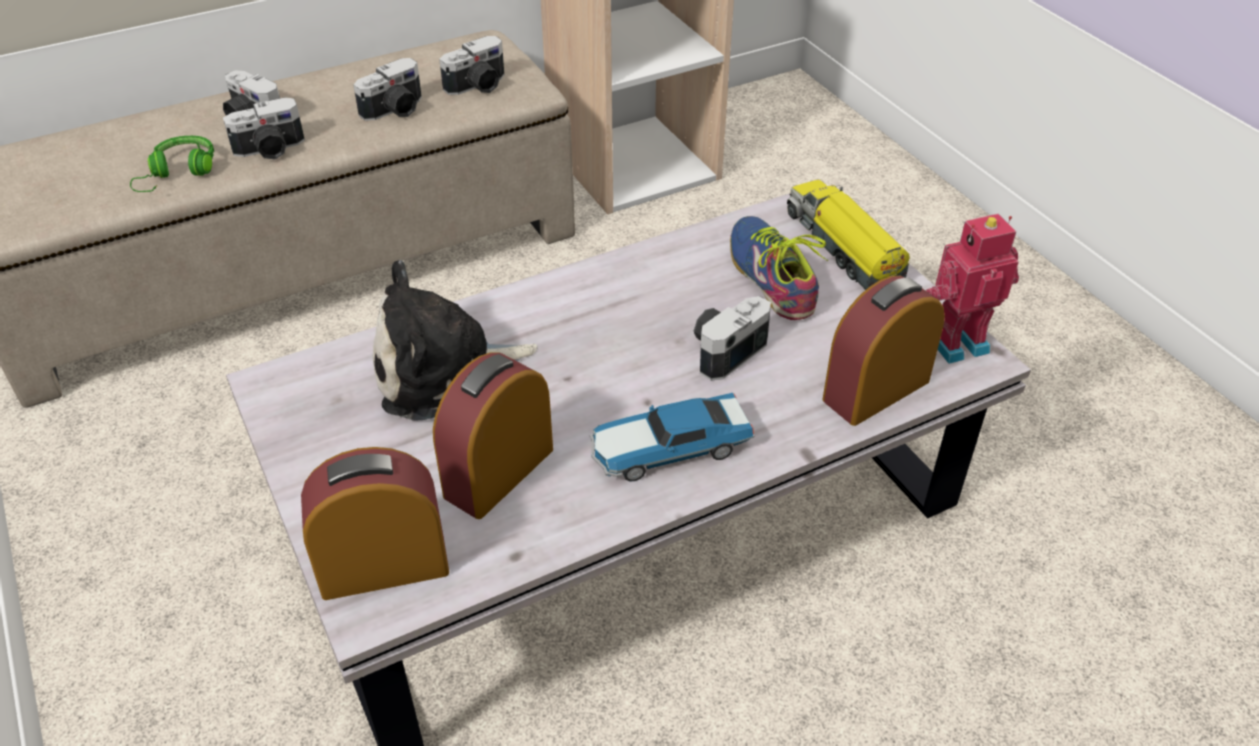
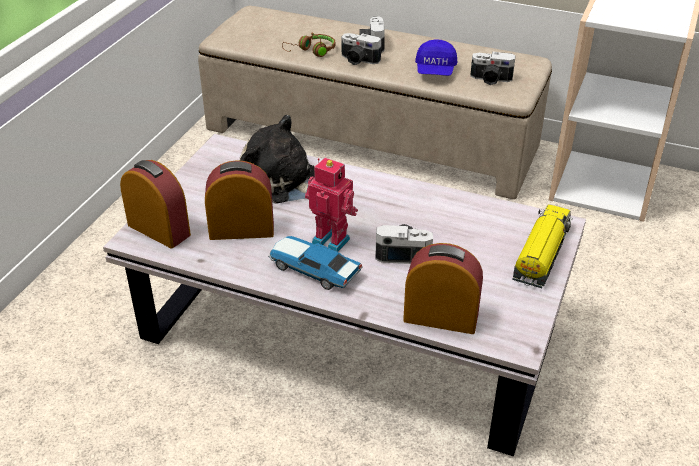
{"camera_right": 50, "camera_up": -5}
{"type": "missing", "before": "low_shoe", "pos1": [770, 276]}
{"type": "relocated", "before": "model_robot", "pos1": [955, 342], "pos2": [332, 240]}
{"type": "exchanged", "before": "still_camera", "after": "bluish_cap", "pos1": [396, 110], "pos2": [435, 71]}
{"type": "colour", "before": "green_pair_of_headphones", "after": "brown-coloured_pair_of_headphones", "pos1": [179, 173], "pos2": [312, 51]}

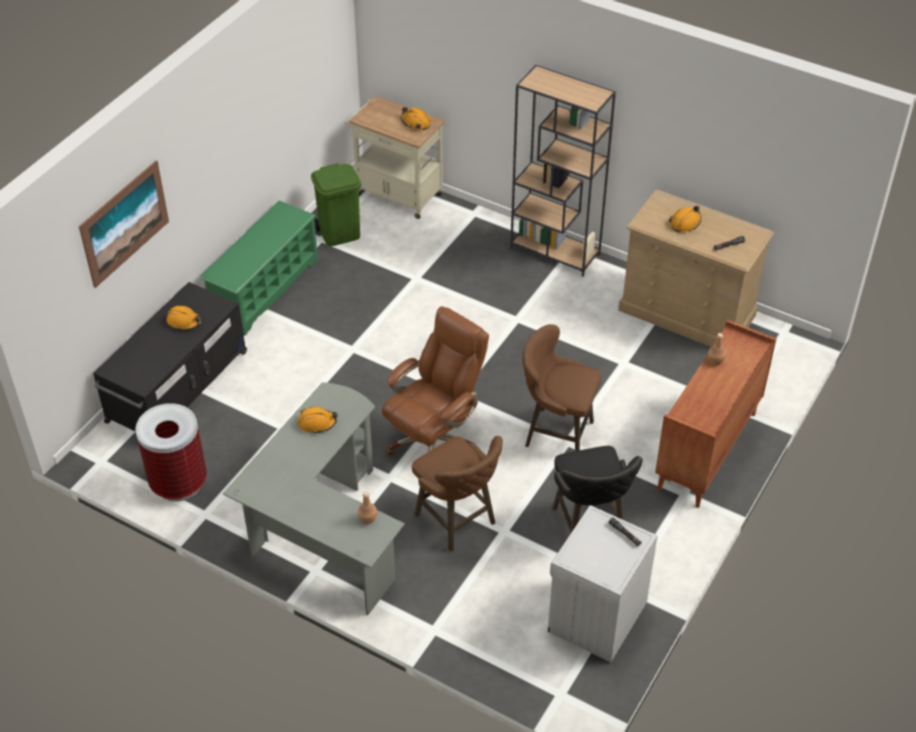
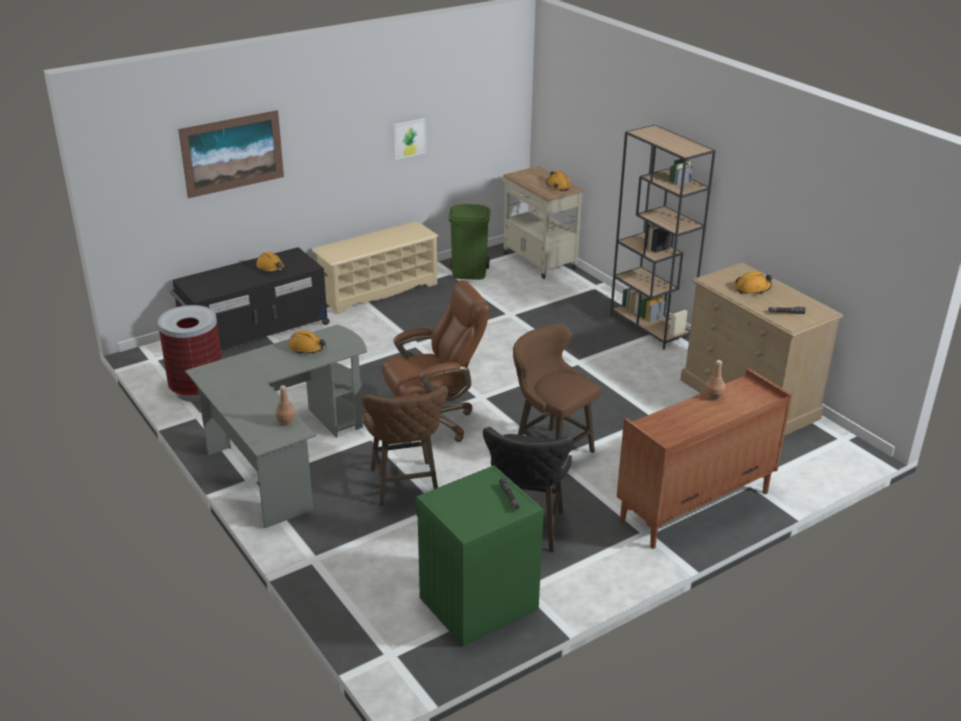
{"camera_right": 25, "camera_up": -15}
{"type": "appeared", "after": "wall_picture", "pos2": [409, 138]}
{"type": "colour", "before": "green_shoe_rack", "after": "beige-coloured_shoe_rack", "pos1": [264, 289], "pos2": [378, 291]}
{"type": "colour", "before": "white-coloured_laundry_machine", "after": "green_laundry_machine", "pos1": [595, 616], "pos2": [476, 602]}

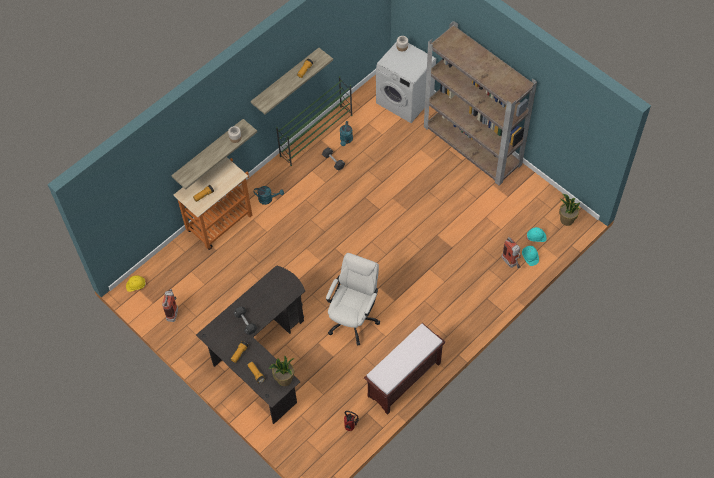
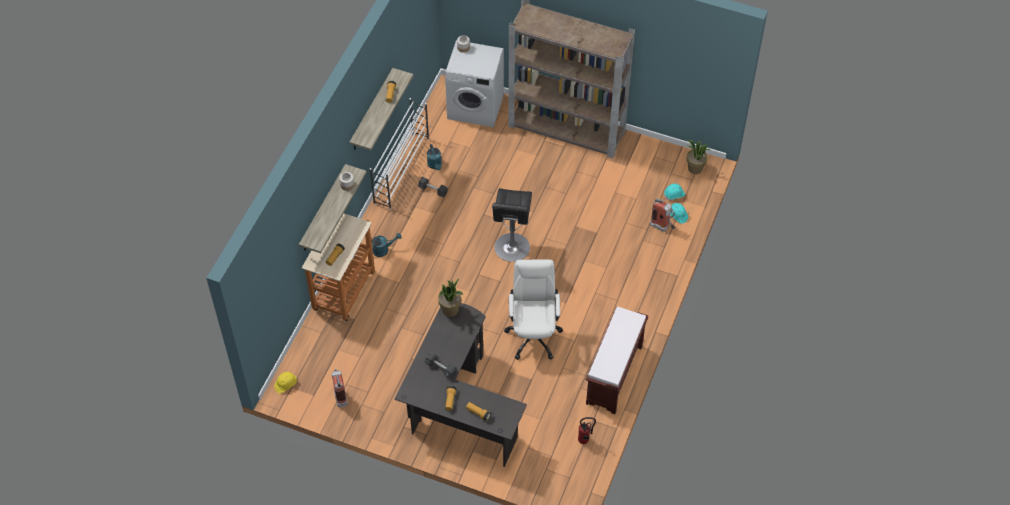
{"camera_right": -25, "camera_up": -5}
{"type": "appeared", "after": "black_stool_seat", "pos2": [512, 249]}
{"type": "relocated", "before": "potted_plant", "pos1": [284, 379], "pos2": [450, 310]}
{"type": "colour", "before": "green_shoe_rack", "after": "white-coloured_shoe_rack", "pos1": [316, 135], "pos2": [402, 170]}

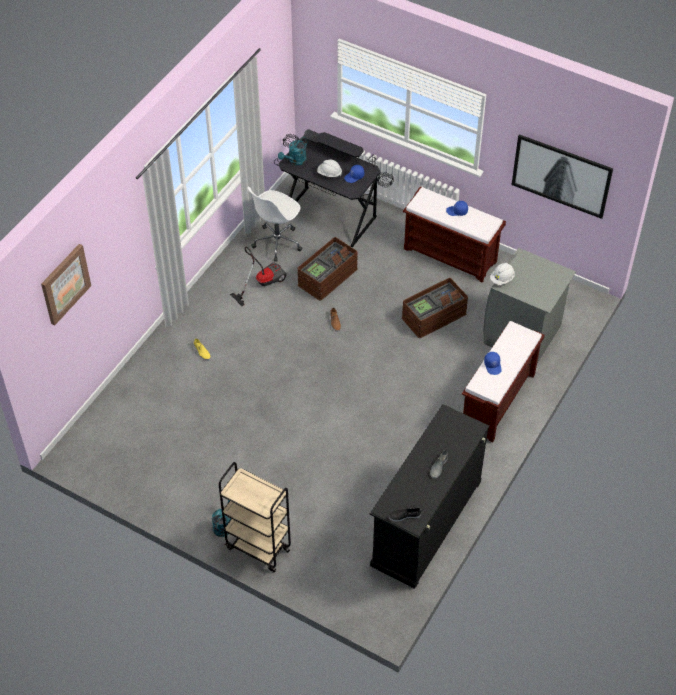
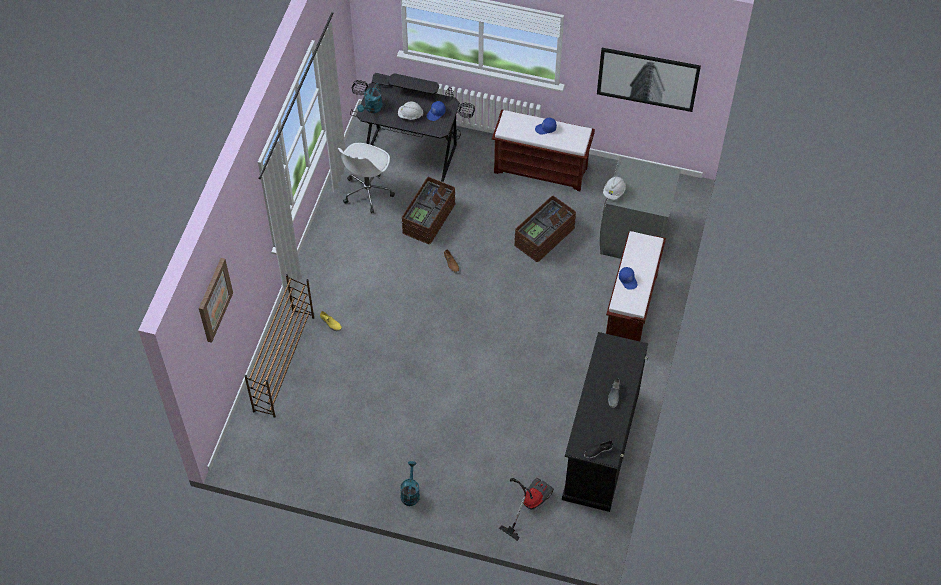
{"camera_right": -15, "camera_up": 5}
{"type": "missing", "before": "beige-coloured_cart", "pos1": [257, 550]}
{"type": "appeared", "after": "brown-coloured_shoe_rack", "pos2": [284, 363]}
{"type": "relocated", "before": "hoover", "pos1": [262, 283], "pos2": [528, 504]}

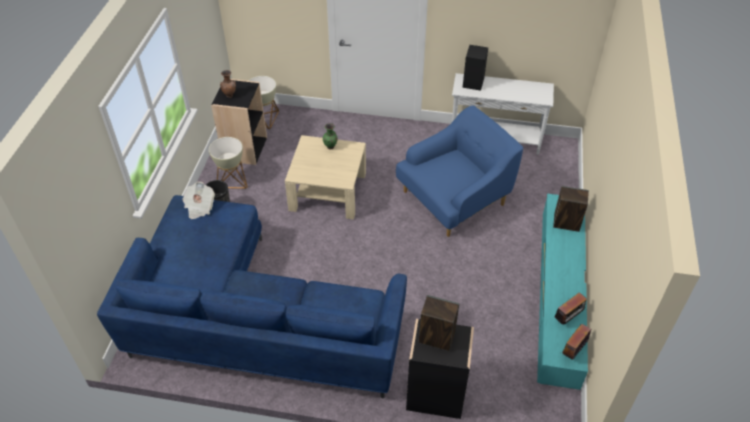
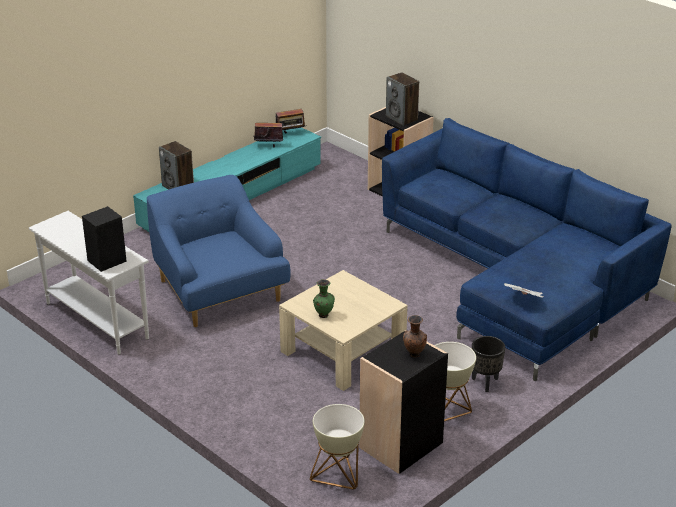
{"camera_right": -145, "camera_up": -15}
{"type": "spun", "before": "bluish_easy_chair", "pos1": [454, 198], "pos2": [218, 290], "turn": 60}

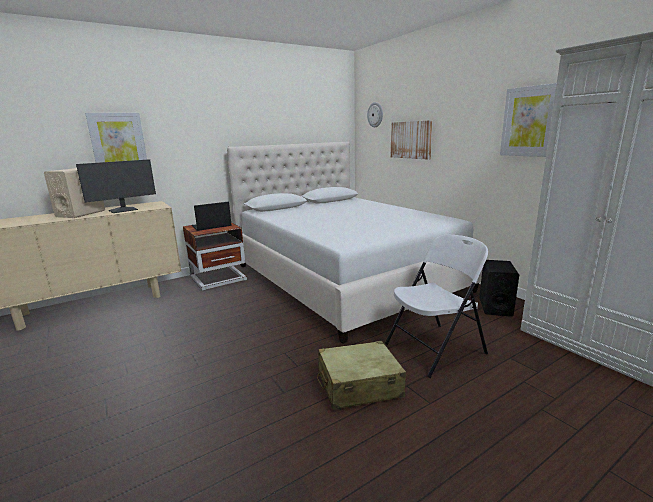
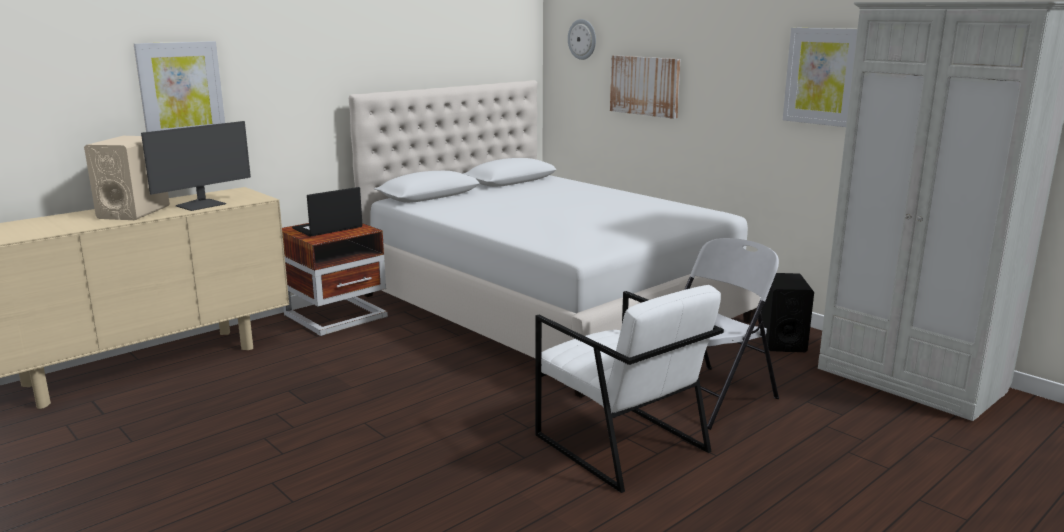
{"camera_right": -10, "camera_up": 0}
{"type": "exchanged", "before": "beige-coloured_travel_case", "after": "white-coloured_easy_chair", "pos1": [359, 385], "pos2": [621, 443]}

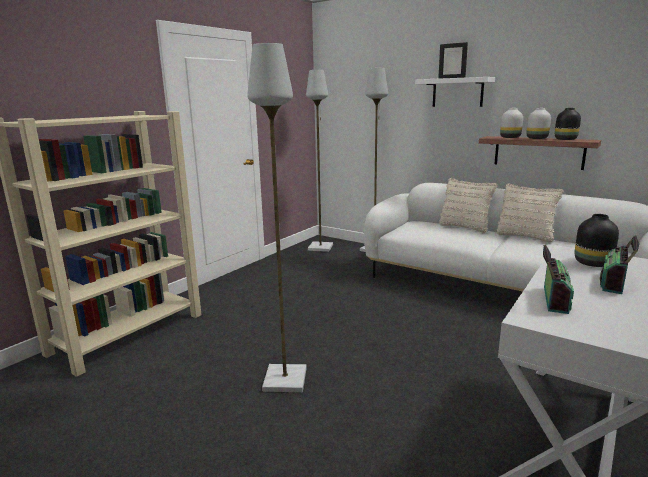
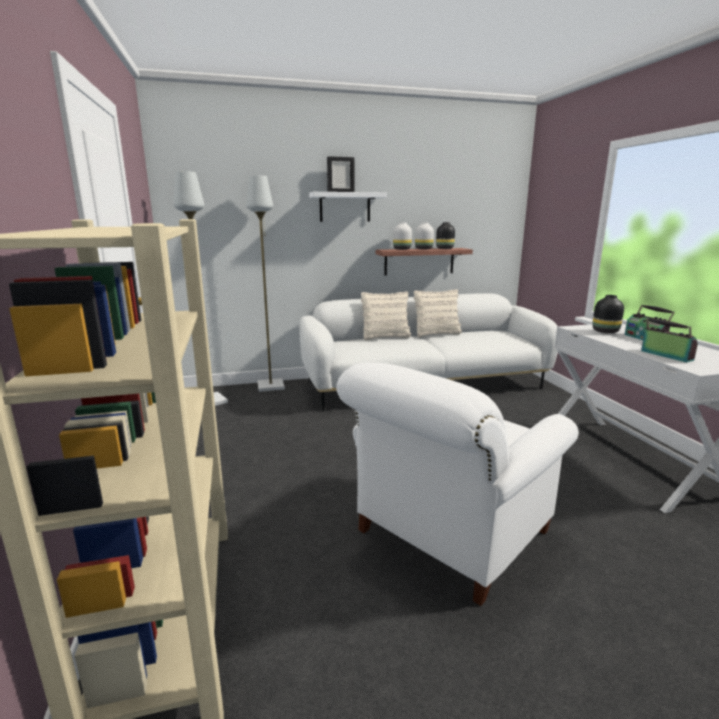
{"camera_right": -50, "camera_up": 0}
{"type": "exchanged", "before": "greyish_standing_lamp", "after": "white-coloured_easy_chair", "pos1": [284, 379], "pos2": [447, 534]}

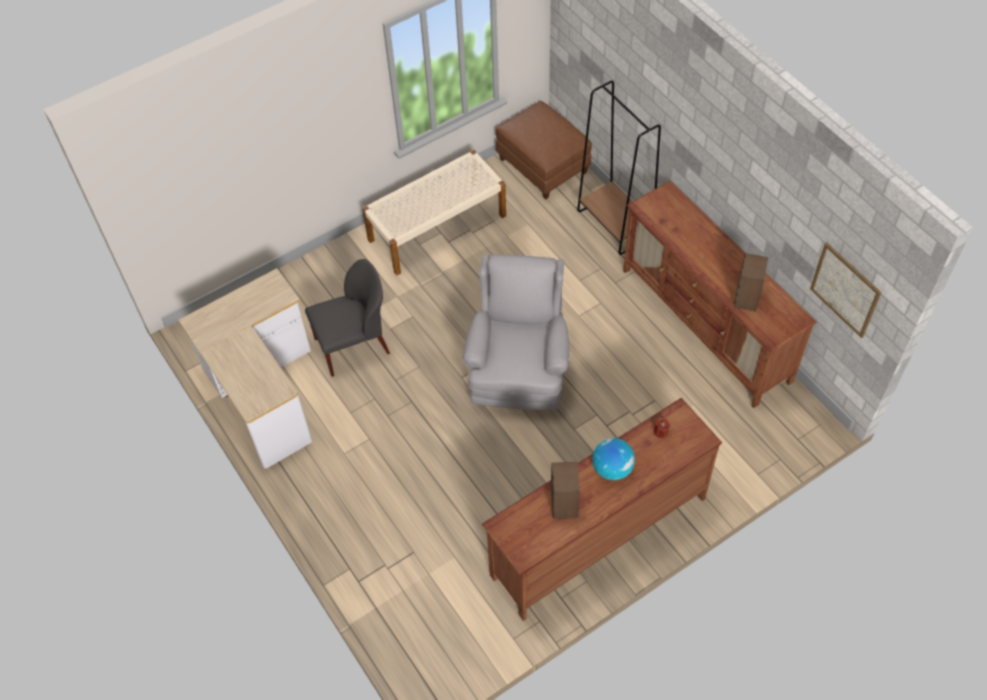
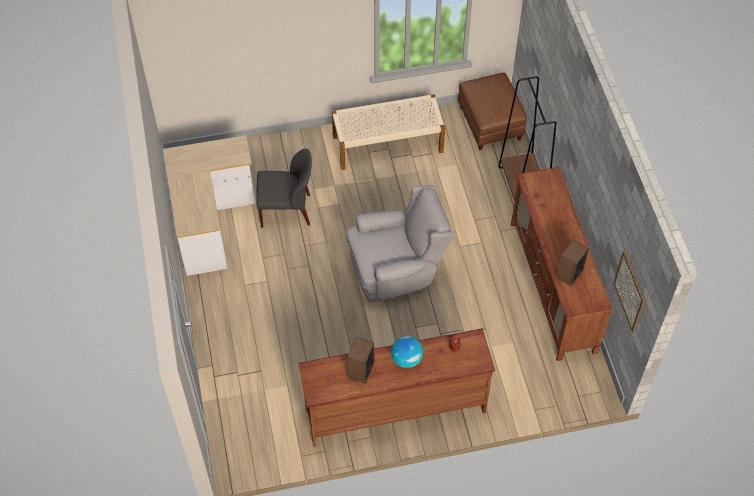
{"camera_right": 20, "camera_up": 0}
{"type": "spun", "before": "greyish_easy_chair", "pos1": [519, 369], "pos2": [396, 270], "turn": 45}

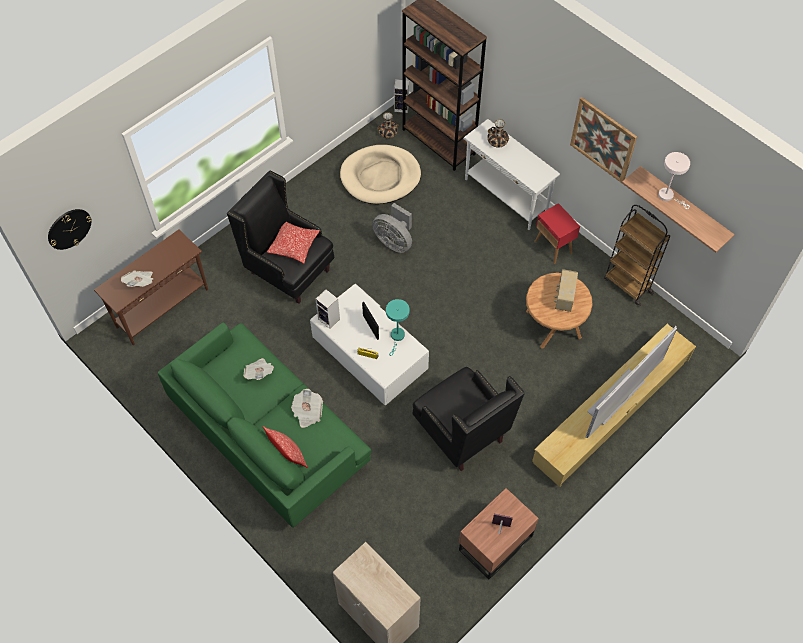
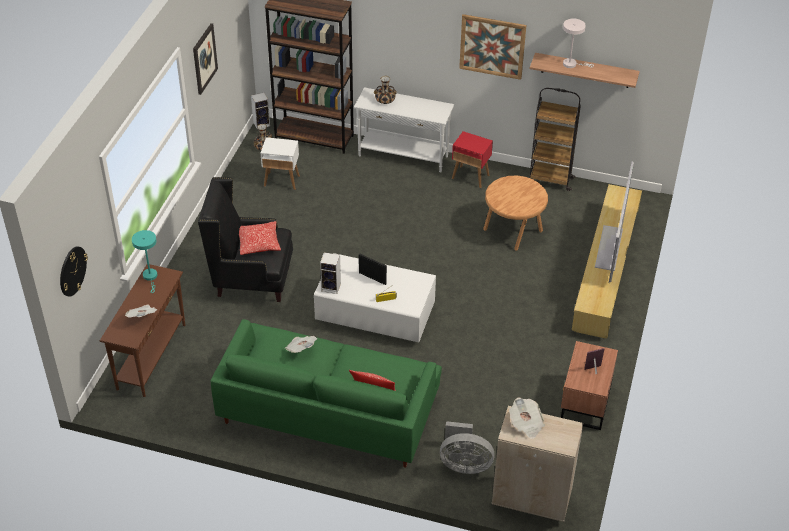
{"camera_right": -30, "camera_up": -15}
{"type": "missing", "before": "black_easy_chair", "pos1": [461, 432]}
{"type": "missing", "before": "radio", "pos1": [564, 297]}
{"type": "appeared", "after": "wall_picture", "pos2": [204, 58]}
{"type": "relocated", "before": "daily_paper", "pos1": [307, 412], "pos2": [526, 424]}
{"type": "relocated", "before": "greyish_fan", "pos1": [394, 241], "pos2": [464, 464]}
{"type": "relocated", "before": "turquoise_table_lamp", "pos1": [397, 337], "pos2": [150, 277]}
{"type": "exchanged", "before": "beige-coloured_dog_cushion", "after": "white-coloured_accent_table", "pos1": [380, 177], "pos2": [282, 181]}

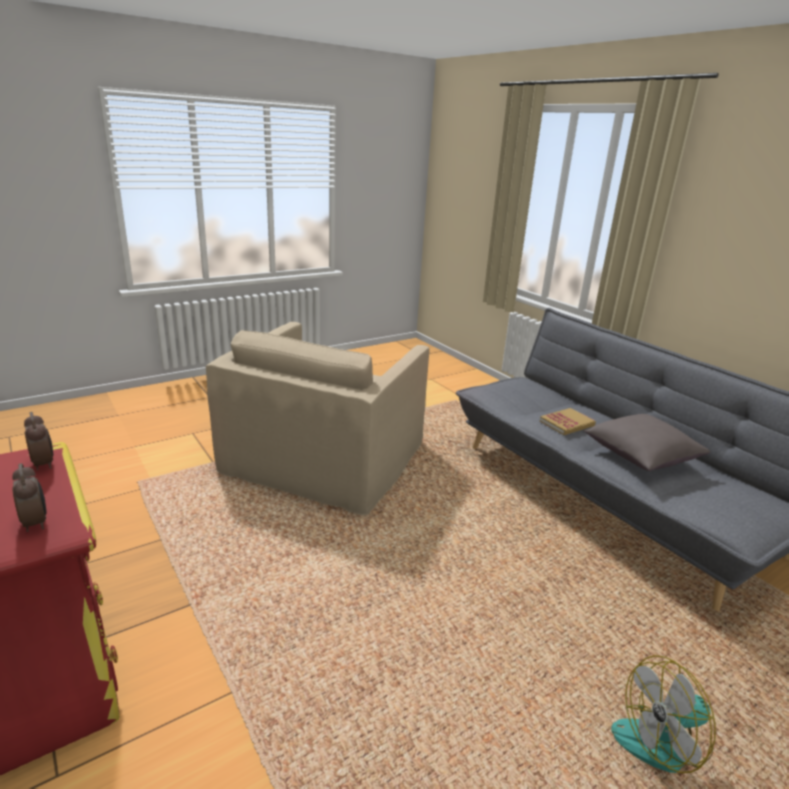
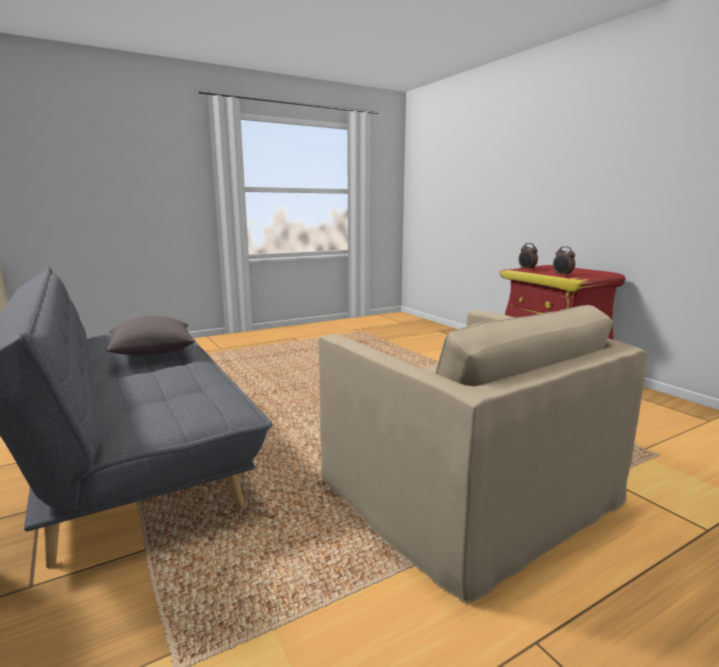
{"camera_right": -175, "camera_up": -10}
{"type": "missing", "before": "volume", "pos1": [567, 423]}
{"type": "missing", "before": "fan", "pos1": [663, 741]}
{"type": "spun", "before": "beige-coloured_easy_chair", "pos1": [324, 456], "pos2": [466, 489], "turn": 120}

